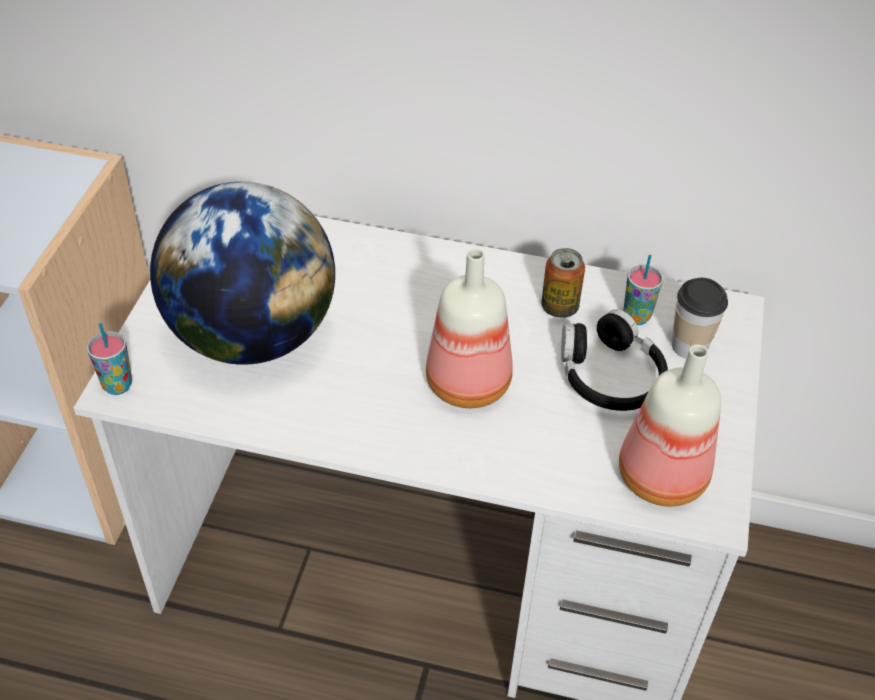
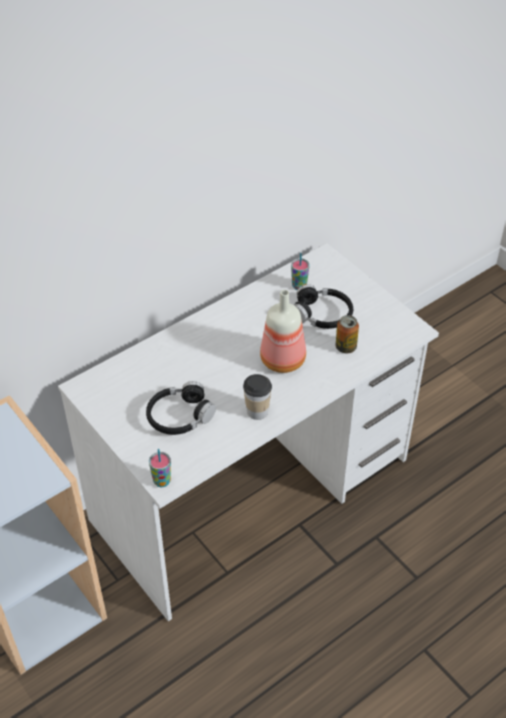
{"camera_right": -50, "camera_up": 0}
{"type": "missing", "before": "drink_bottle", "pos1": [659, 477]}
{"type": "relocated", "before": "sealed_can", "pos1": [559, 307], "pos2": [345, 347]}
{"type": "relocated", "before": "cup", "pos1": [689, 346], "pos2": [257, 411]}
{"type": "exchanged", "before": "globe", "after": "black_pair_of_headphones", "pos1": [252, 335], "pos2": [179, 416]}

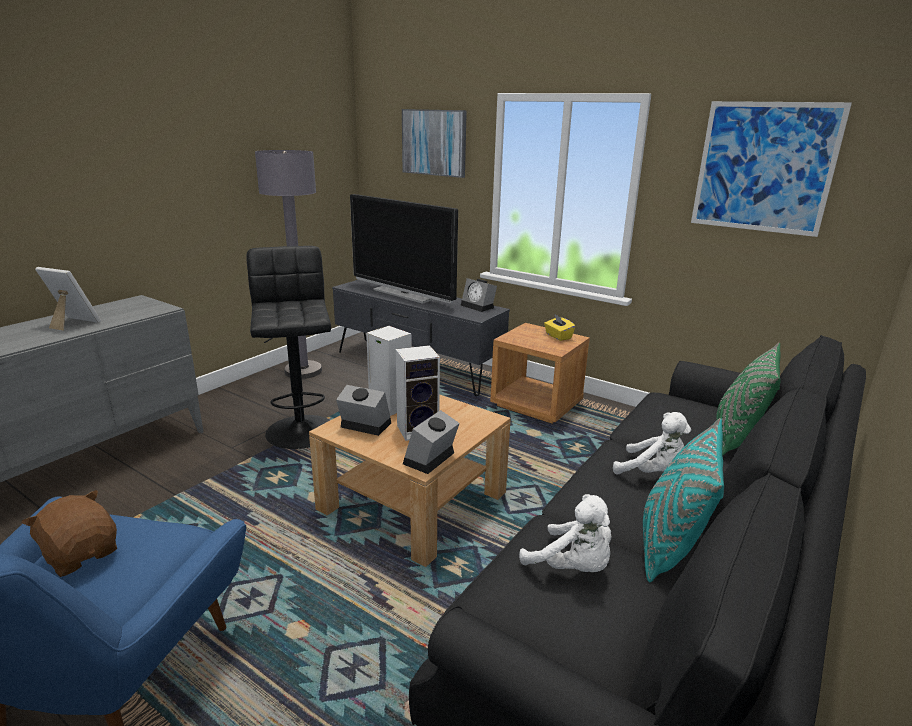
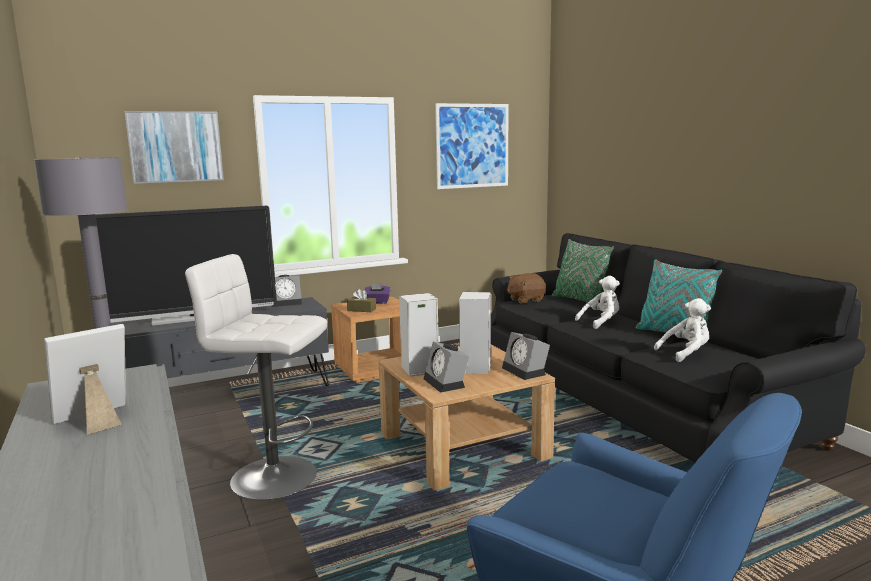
{"camera_right": -60, "camera_up": -10}
{"type": "appeared", "after": "brown-coloured_tissue_holder", "pos2": [361, 310]}
{"type": "relocated", "before": "brown-coloured_soft_toy", "pos1": [82, 554], "pos2": [525, 300]}
{"type": "colour", "before": "black_stool_seat", "after": "white-coloured_stool_seat", "pos1": [301, 431], "pos2": [273, 477]}
{"type": "colour", "before": "yellowish_tissue_holder", "after": "purple_tissue_holder", "pos1": [558, 336], "pos2": [377, 302]}
{"type": "spun", "before": "bedside_clock", "pos1": [363, 426], "pos2": [446, 383], "turn": -75}

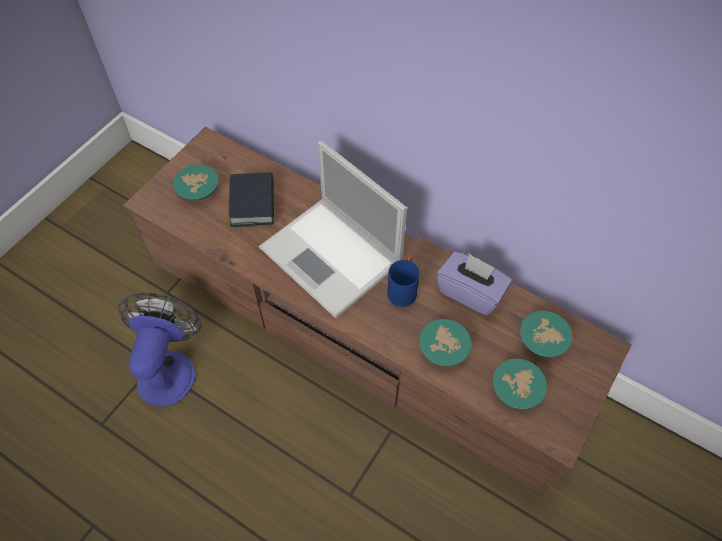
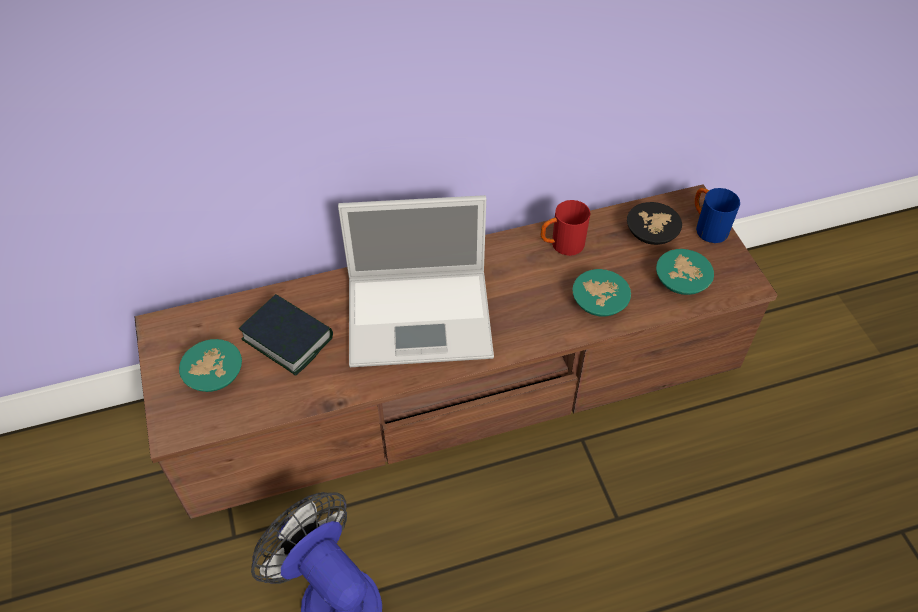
{"camera_right": -50, "camera_up": -5}
{"type": "relocated", "before": "bluish_tea_mug", "pos1": [403, 289], "pos2": [707, 227]}
{"type": "exchanged", "before": "purple_tissue_holder", "after": "red-coloured_tea_mug", "pos1": [470, 292], "pos2": [561, 245]}
{"type": "colour", "before": "turquoise_serving_bowl", "after": "black_serving_bowl", "pos1": [544, 341], "pos2": [653, 232]}

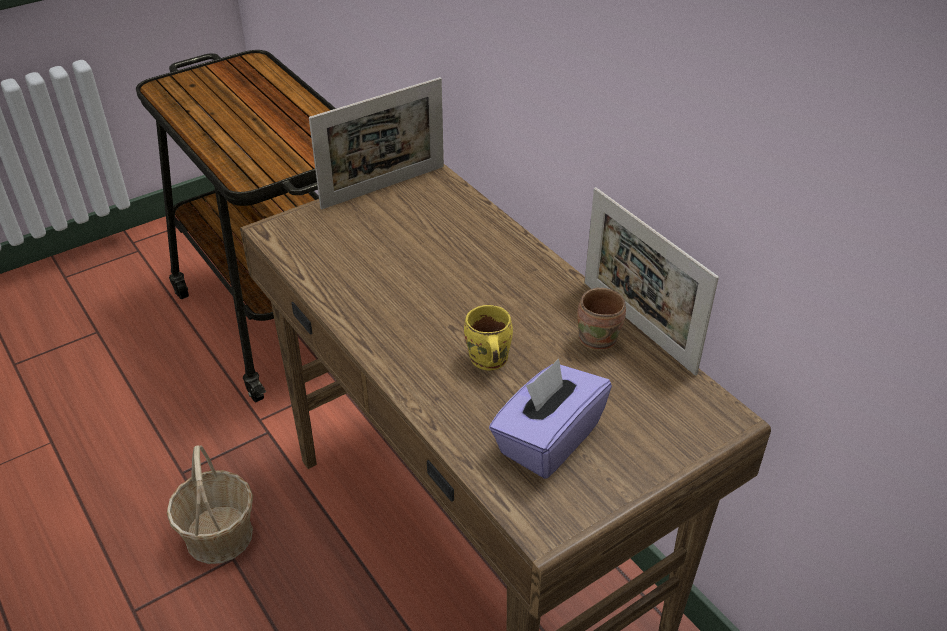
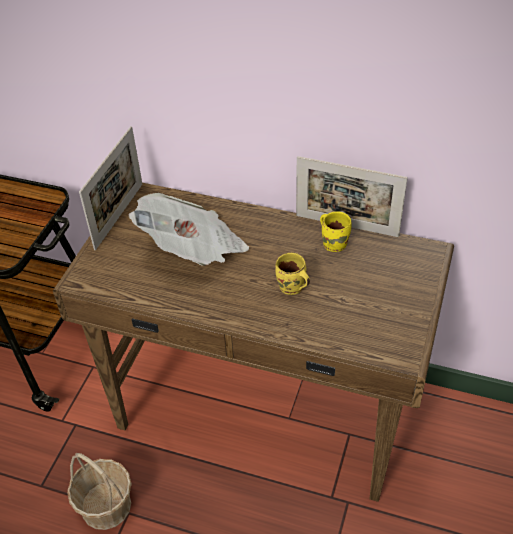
{"camera_right": -35, "camera_up": 5}
{"type": "missing", "before": "purple_tissue_holder", "pos1": [547, 439]}
{"type": "appeared", "after": "daily_paper", "pos2": [193, 250]}
{"type": "colour", "before": "brown-coloured_tea_mug", "after": "yellowish_tea_mug", "pos1": [599, 338], "pos2": [334, 243]}

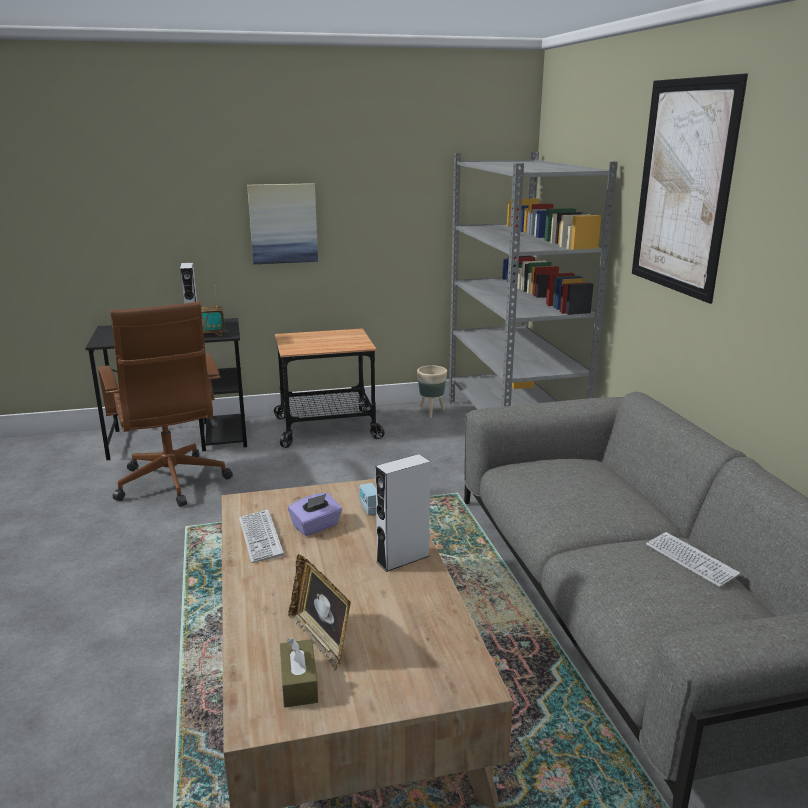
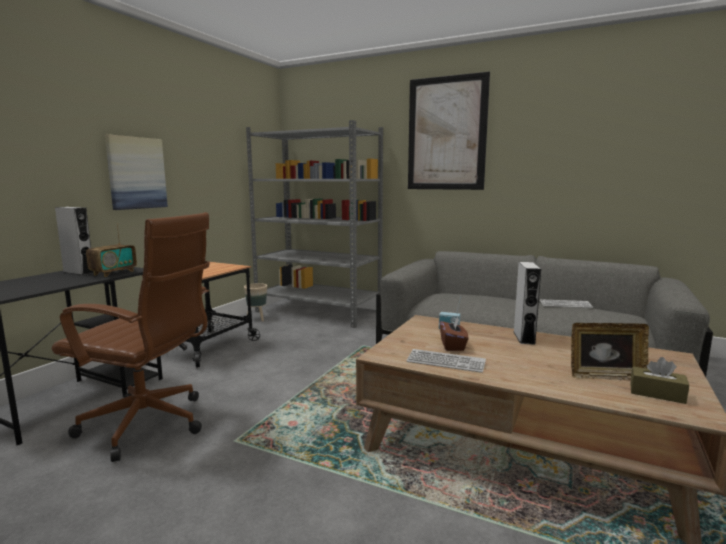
{"camera_right": -50, "camera_up": -10}
{"type": "colour", "before": "purple_tissue_holder", "after": "brown-coloured_tissue_holder", "pos1": [316, 526], "pos2": [453, 345]}

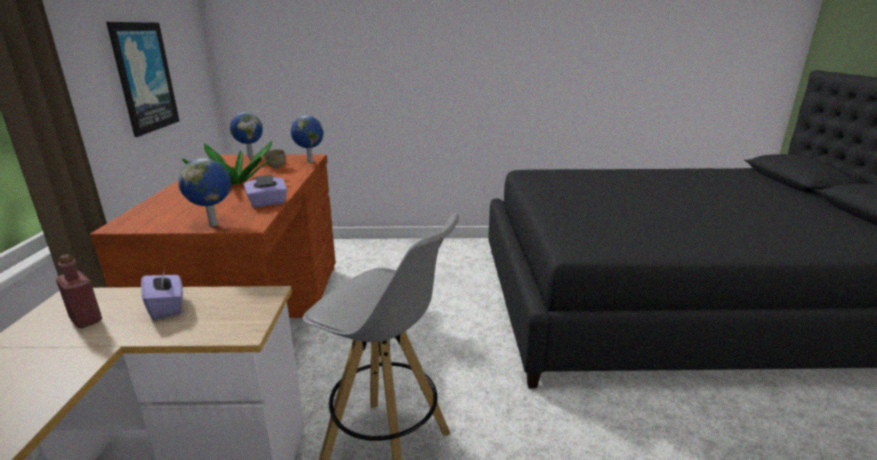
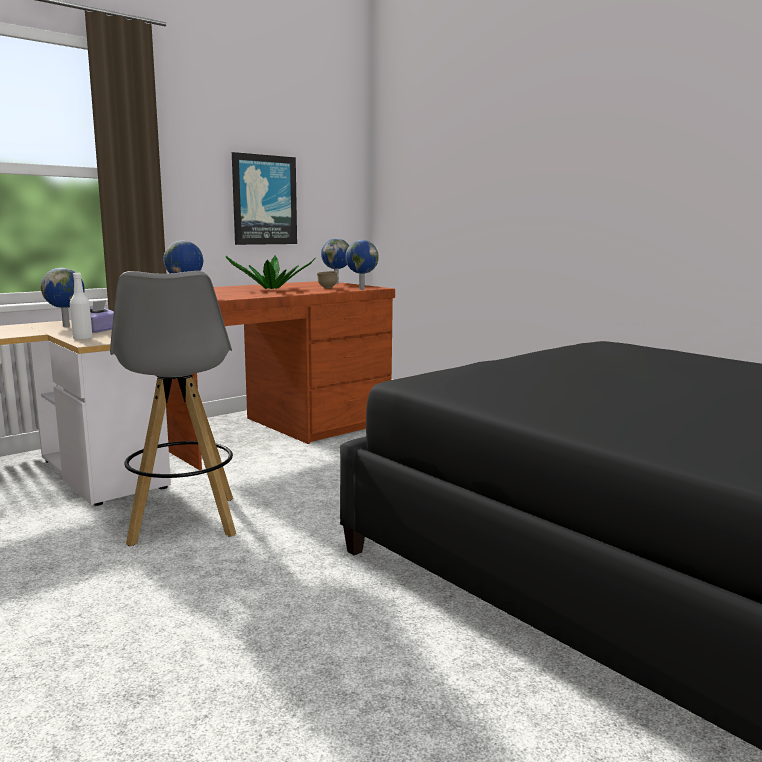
{"camera_right": 50, "camera_up": -10}
{"type": "missing", "before": "purple_tissue_holder", "pos1": [268, 203]}
{"type": "appeared", "after": "white-coloured_drink_bottle", "pos2": [82, 339]}
{"type": "exchanged", "before": "red-coloured_drink_bottle", "after": "globe", "pos1": [86, 319], "pos2": [67, 326]}

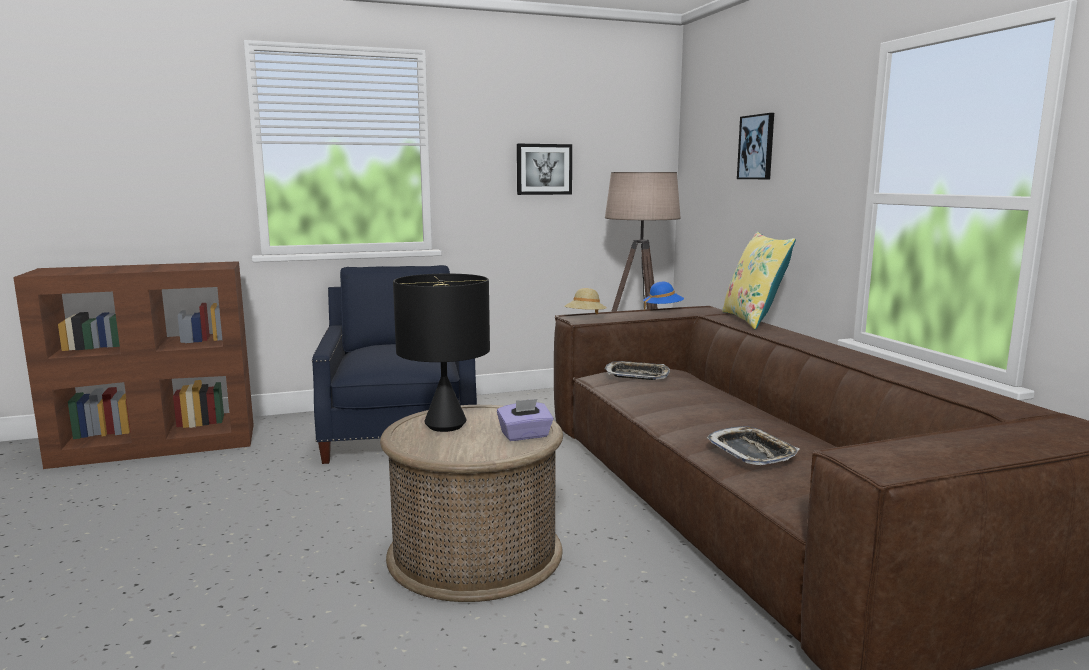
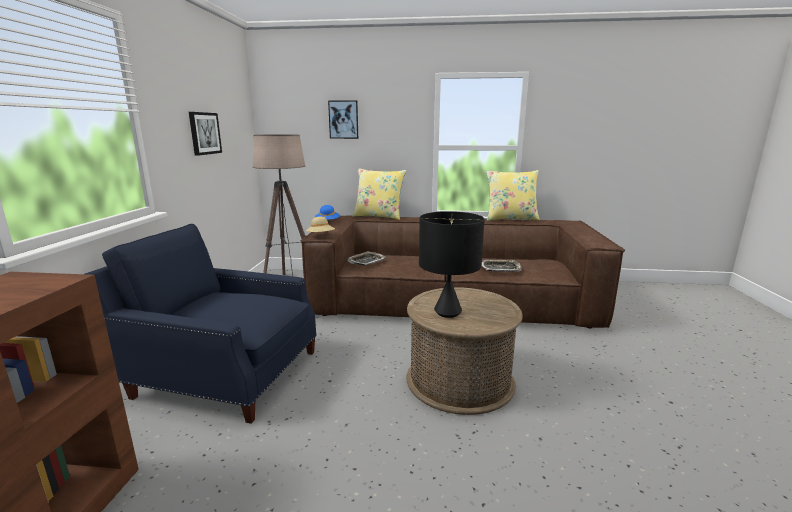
{"camera_right": -65, "camera_up": 5}
{"type": "missing", "before": "purple_tissue_holder", "pos1": [525, 436]}
{"type": "appeared", "after": "yellowish_throw_pillow", "pos2": [510, 218]}

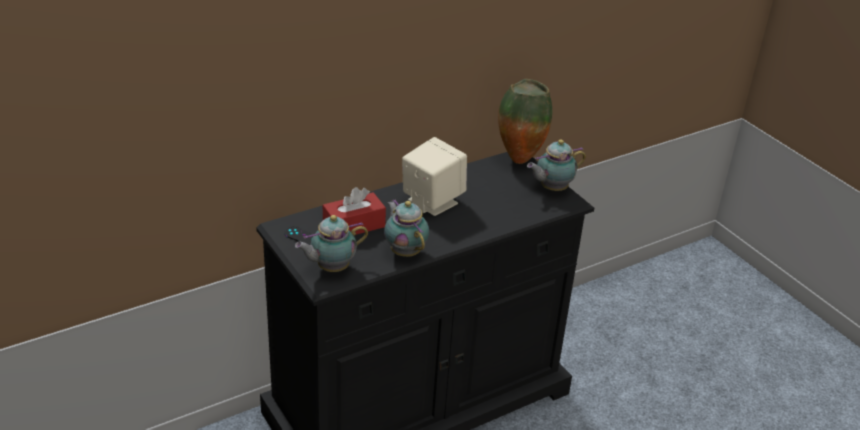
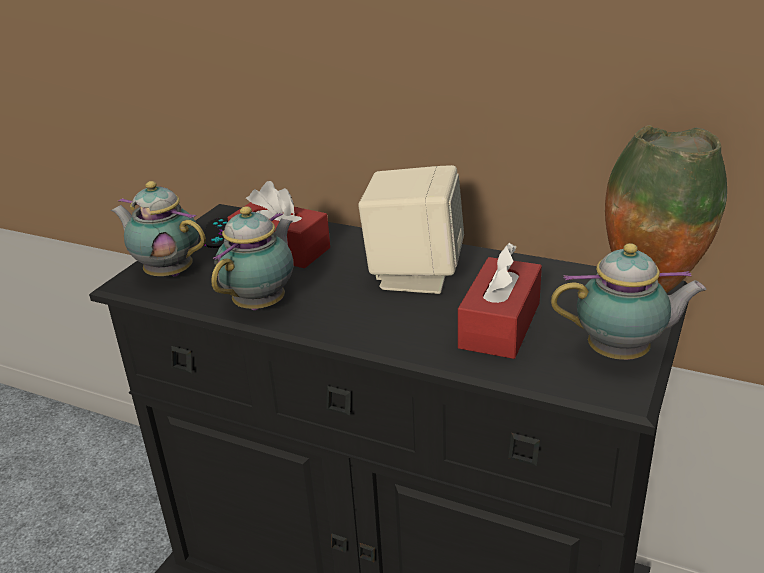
{"camera_right": 60, "camera_up": -5}
{"type": "appeared", "after": "red-coloured_tissue_holder", "pos2": [500, 325]}
{"type": "spun", "before": "tea_pot", "pos1": [551, 188], "pos2": [622, 354], "turn": 150}

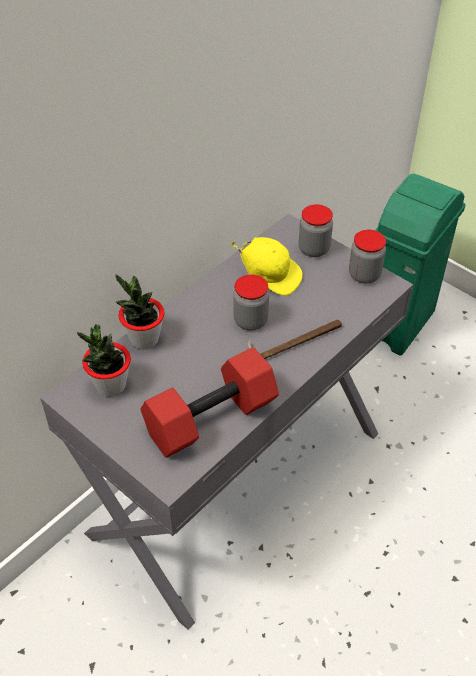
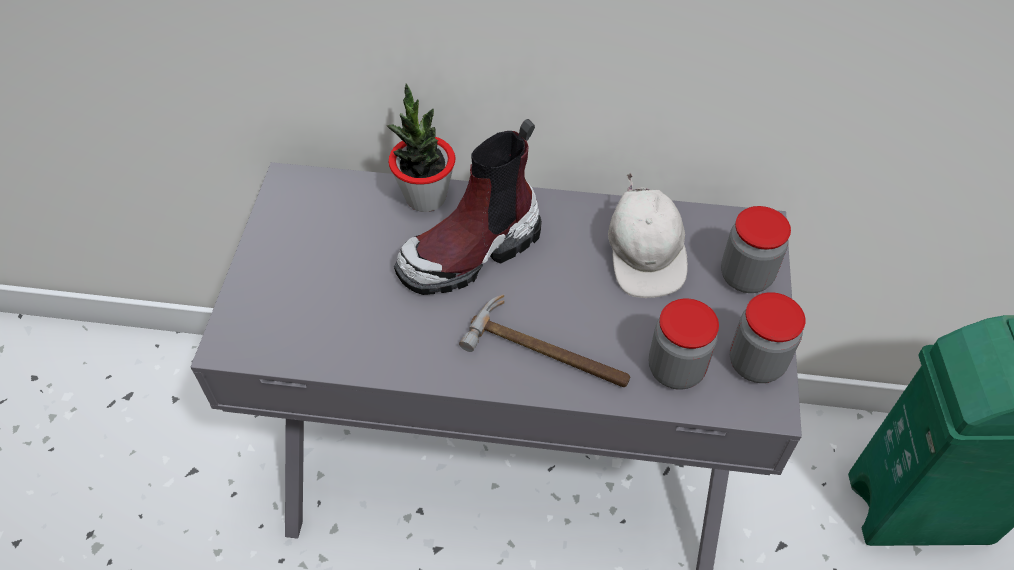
{"camera_right": 55, "camera_up": 5}
{"type": "missing", "before": "potted_plant", "pos1": [110, 385]}
{"type": "missing", "before": "red-coloured_free_weight", "pos1": [210, 420]}
{"type": "appeared", "after": "boot", "pos2": [471, 252]}
{"type": "relocated", "before": "jar", "pos1": [250, 321], "pos2": [676, 369]}
{"type": "colour", "before": "yellowish_cap", "after": "white-coloured_cap", "pos1": [269, 276], "pos2": [644, 257]}

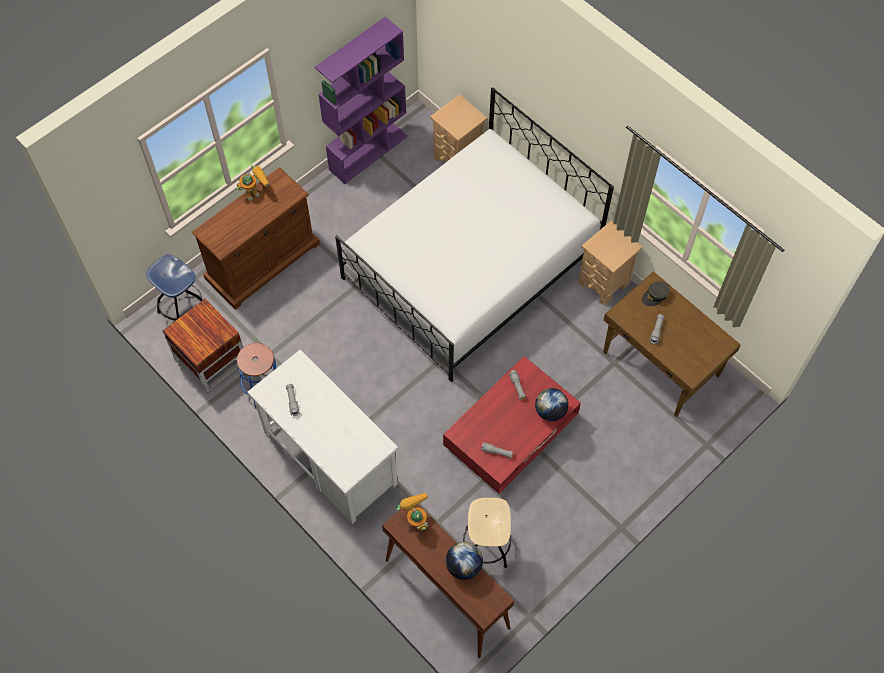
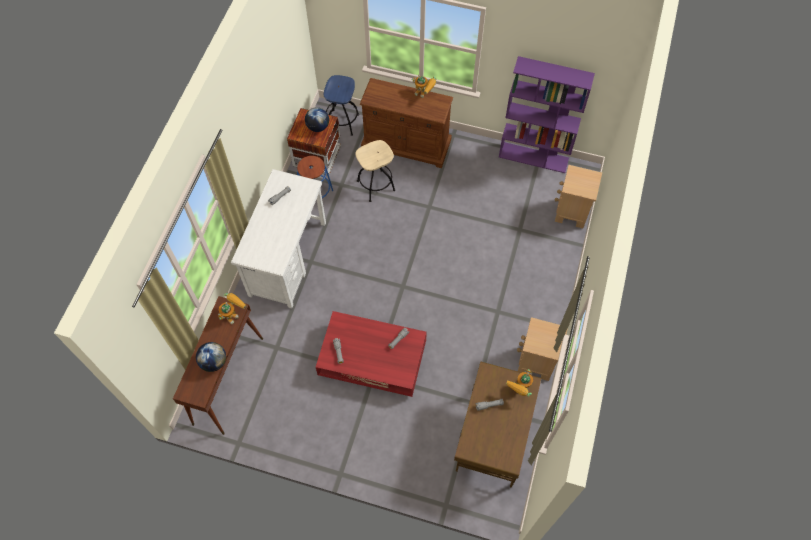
{"camera_right": 60, "camera_up": 0}
{"type": "missing", "before": "white-coloured_bed", "pos1": [471, 266]}
{"type": "relocated", "before": "beige-coloured_stool_seat", "pos1": [486, 546], "pos2": [376, 185]}
{"type": "relocated", "before": "globe", "pos1": [550, 411], "pos2": [318, 127]}
{"type": "exchanged", "before": "greyish_cap", "after": "model_robot", "pos1": [655, 296], "pos2": [519, 389]}

